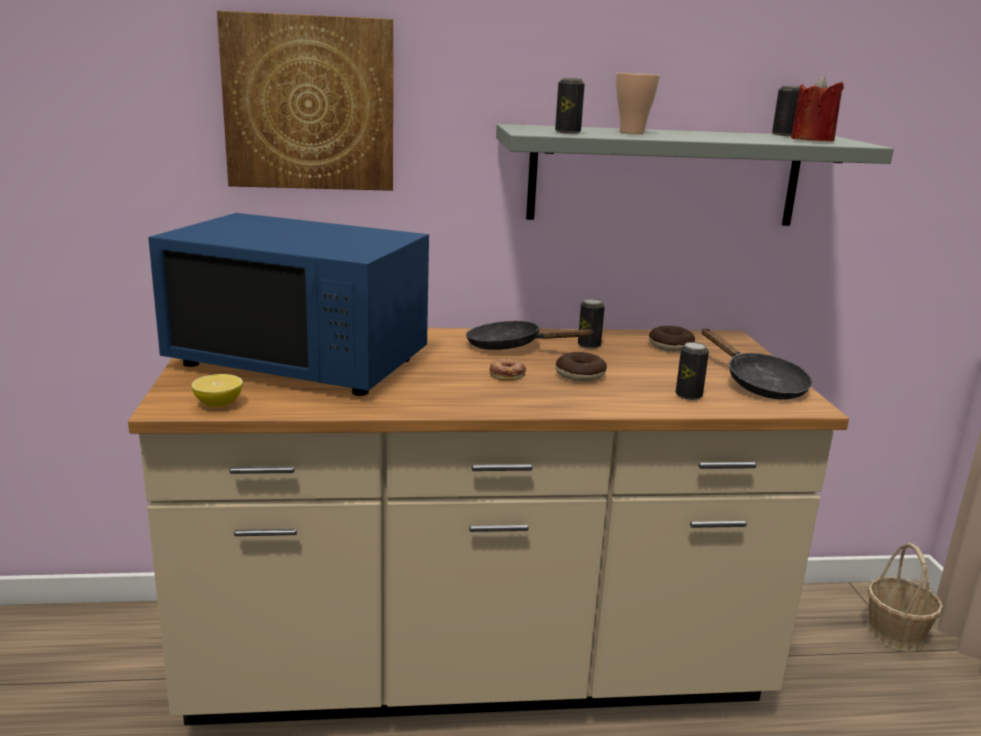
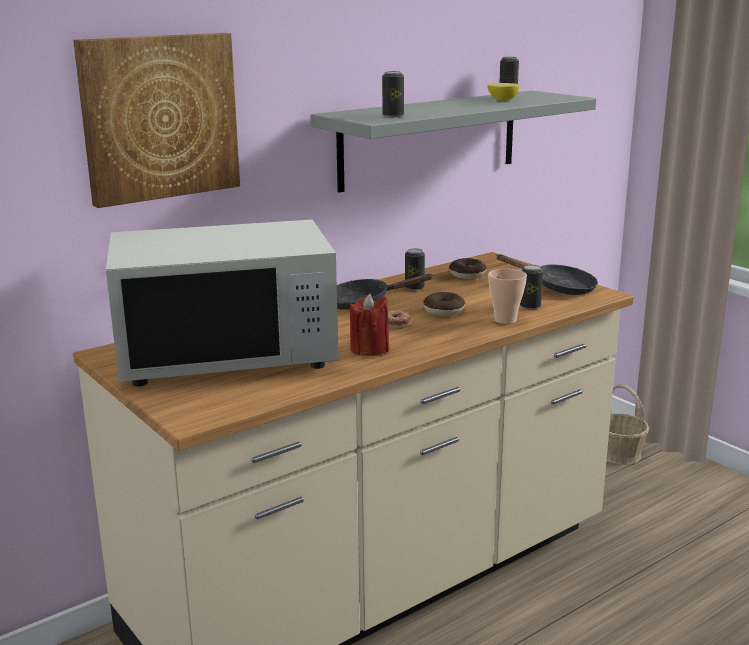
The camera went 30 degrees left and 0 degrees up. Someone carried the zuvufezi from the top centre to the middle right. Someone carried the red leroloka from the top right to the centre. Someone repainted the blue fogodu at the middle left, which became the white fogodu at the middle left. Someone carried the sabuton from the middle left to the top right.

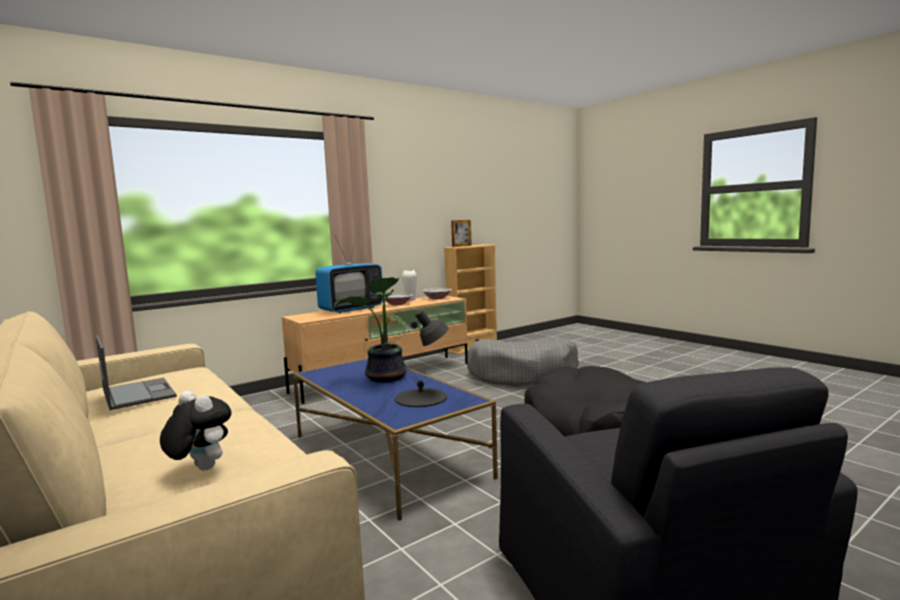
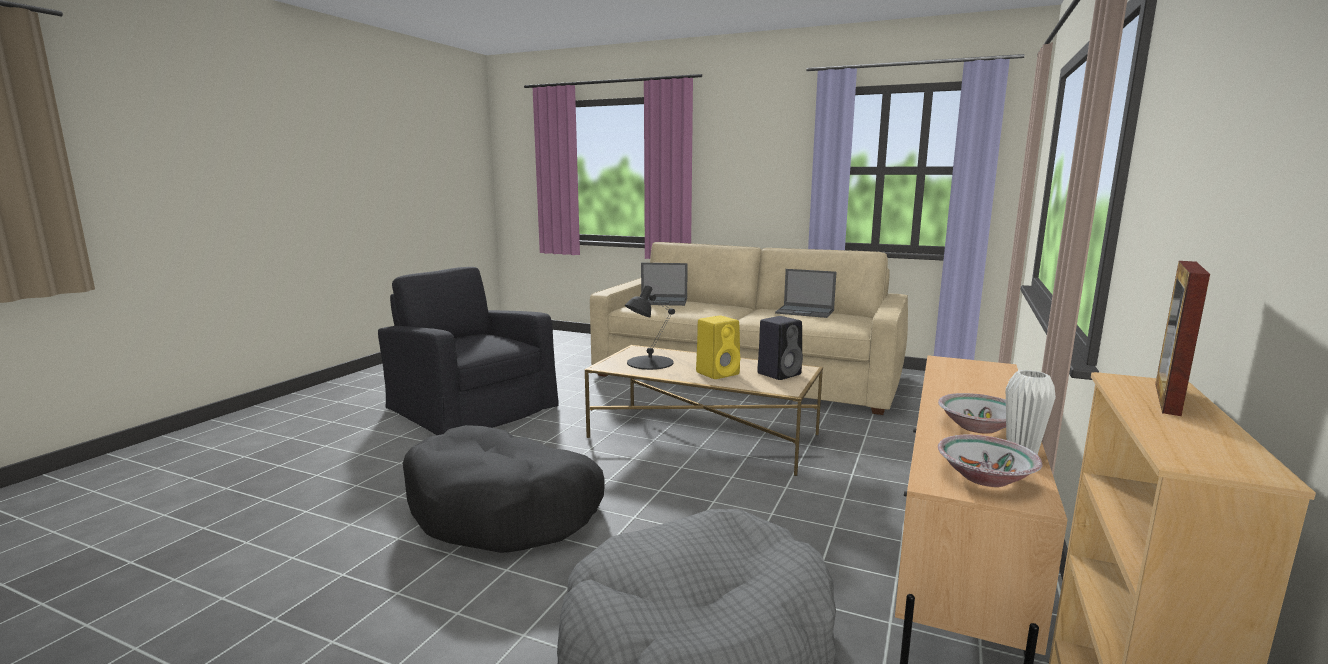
The camera went 150 degrees right and 5 degrees up. Someone took away the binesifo at the centre. Someone swapped the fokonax at the centre for the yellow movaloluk at the centre. Someone repainted the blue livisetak at the bottom centre, which became the beige livisetak at the centre. Someone swapped the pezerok at the bottom left for the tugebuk (no. 1 from left) at the centre. Someone put down the black movaloluk at the centre.

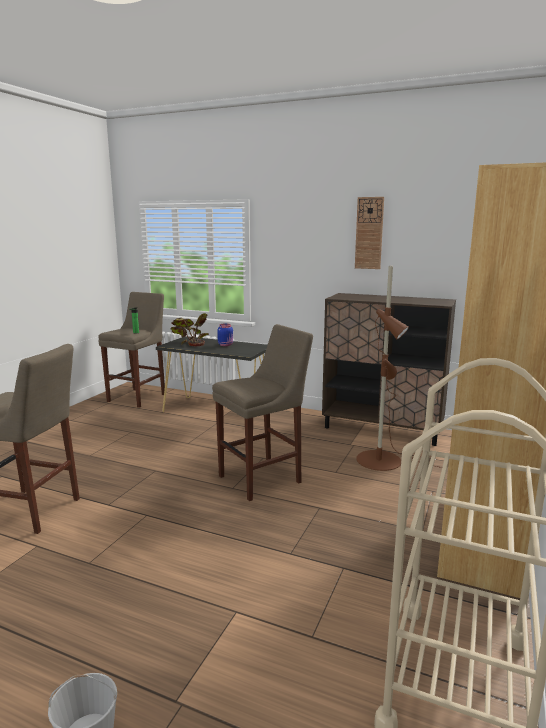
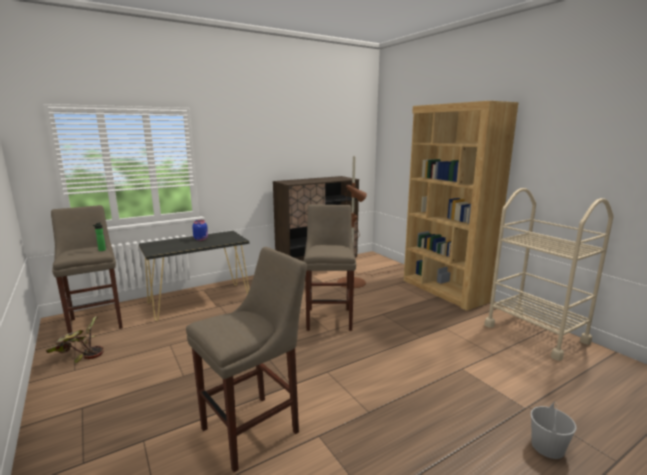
The camera went 55 degrees left and 0 degrees up. Someone took away the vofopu at the top right. Someone carried the fokonax from the centre to the bottom left.

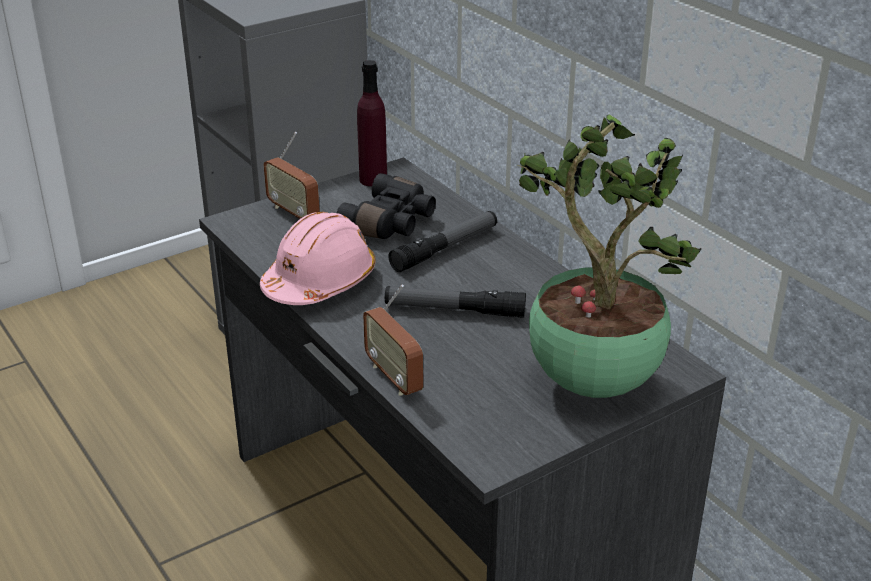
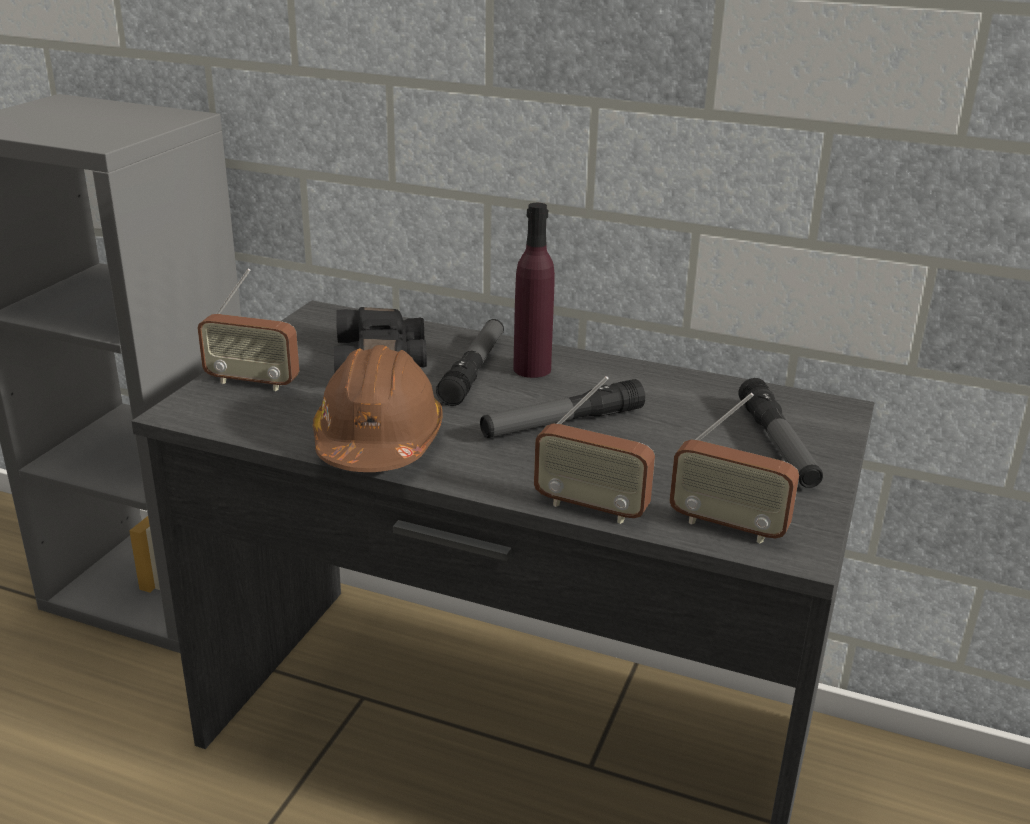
The camera went 35 degrees left and 5 degrees down. Someone carried the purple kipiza from the top centre to the centre. Someone swapped the fokonax at the middle right for the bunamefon (no. 3 from left) at the middle right. Someone repainted the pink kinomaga at the centre, which became the brown kinomaga at the centre. Someone put down the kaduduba (no. 3 from left) at the middle right.

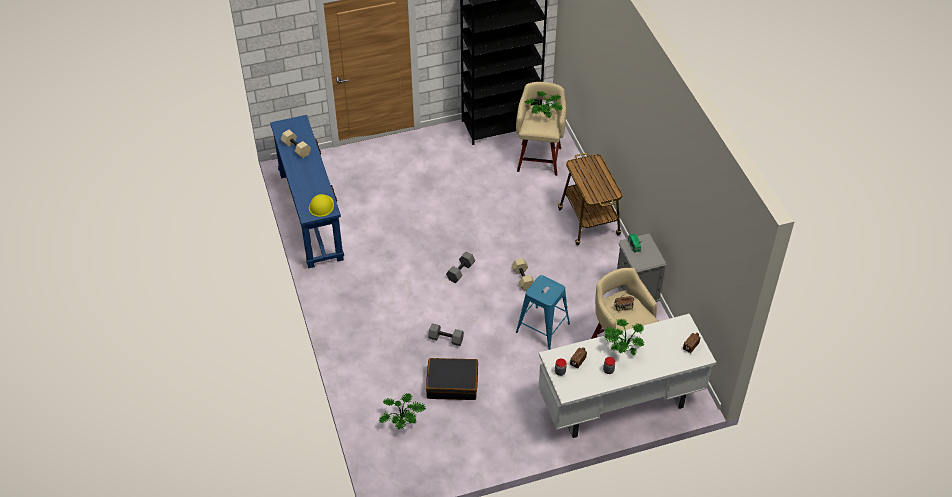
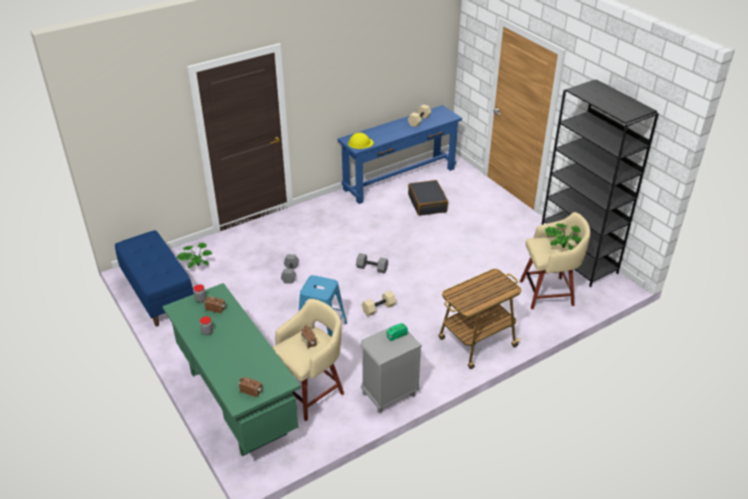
The camera went 75 degrees right and 10 degrees down. Someone repainted the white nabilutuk at the bottom centre, which became the green nabilutuk at the bottom left. Someone took away the fokonax (no. 3 from left) at the bottom centre. Someone carried the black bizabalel from the bottom centre to the centre. Someone put down the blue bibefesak at the middle left.

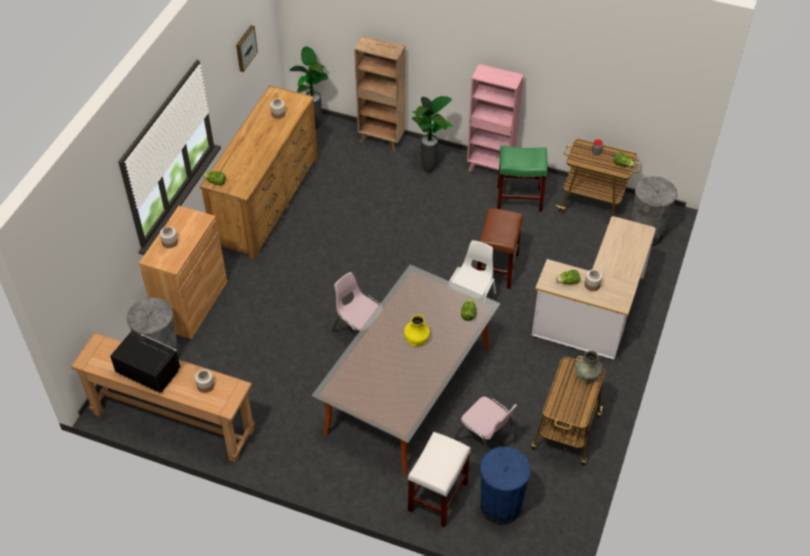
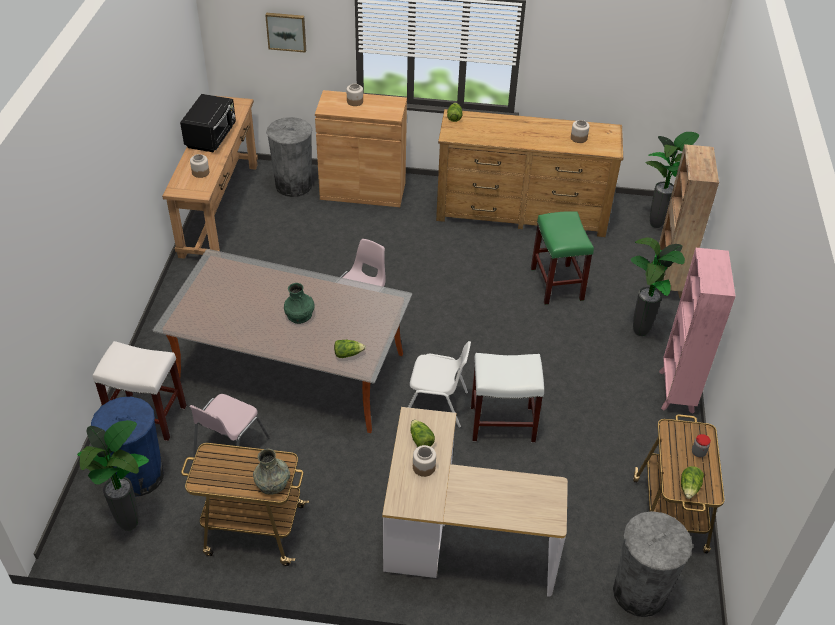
The camera went 75 degrees right and 5 degrees down. Someone carried the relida from the top left to the top centre. Someone carried the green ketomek from the top centre to the middle right. Someone repainted the brown ketomek at the centre, which became the white ketomek (no. 2 from left) at the centre. Someone repainted the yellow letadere at the centre, which became the green letadere at the centre. Someone put down the fokonax (no. 1 from left) at the bottom left.

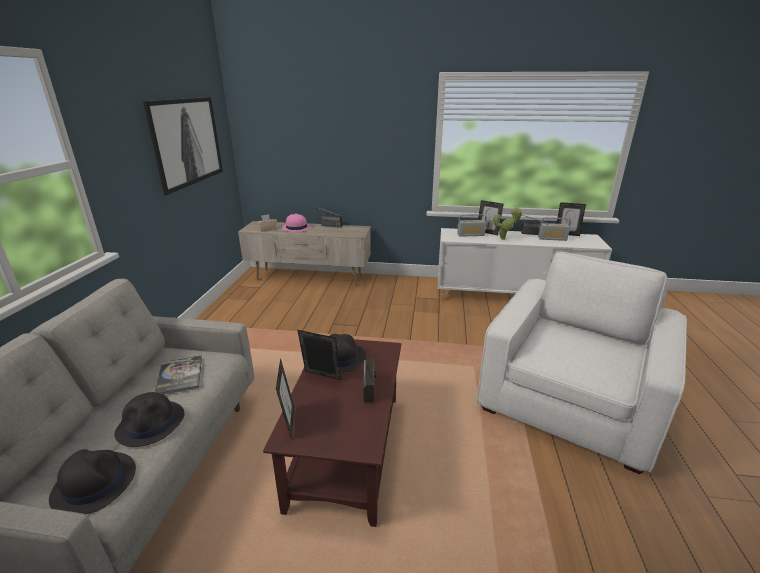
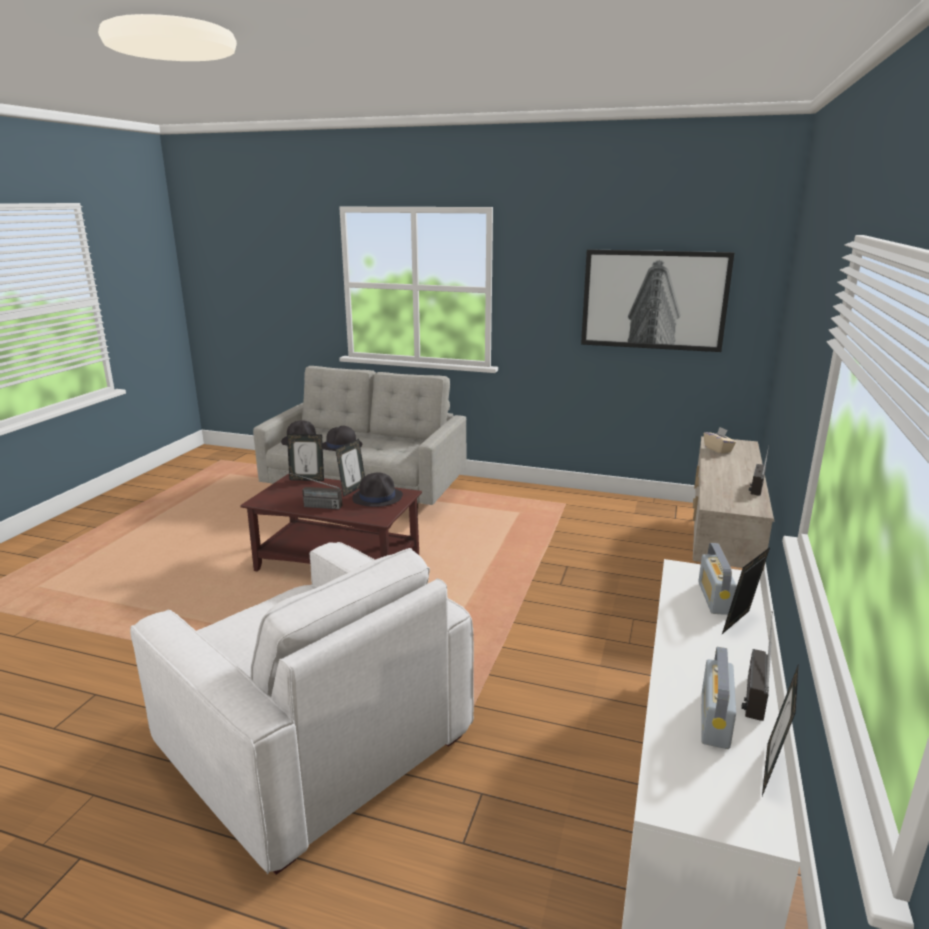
The camera went 100 degrees right and 5 degrees down. Someone took away the fokonax at the middle right. Someone took away the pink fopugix at the centre. Someone took away the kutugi at the middle left.

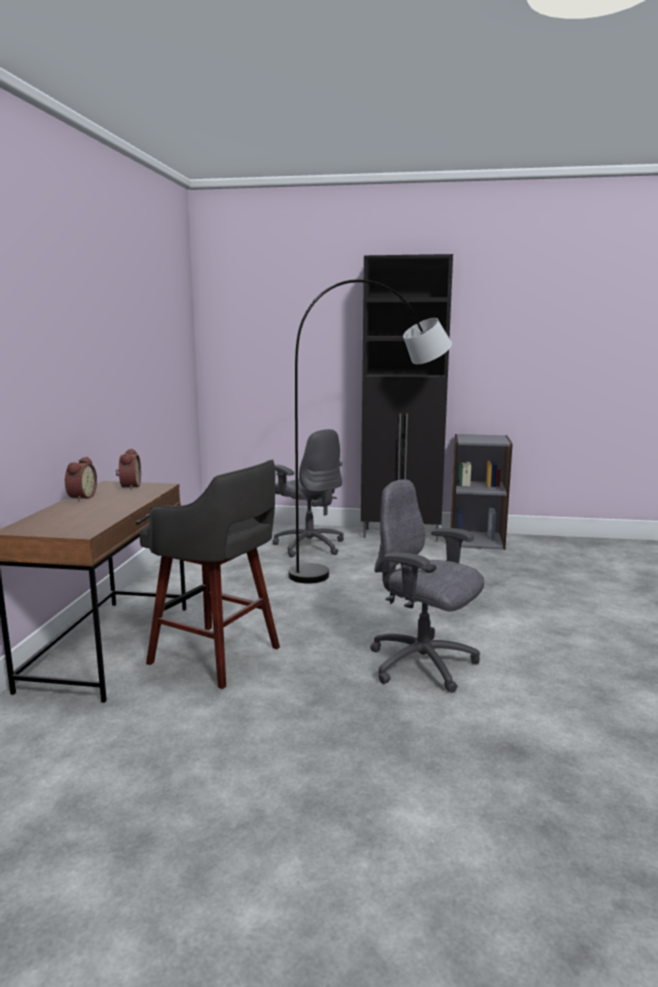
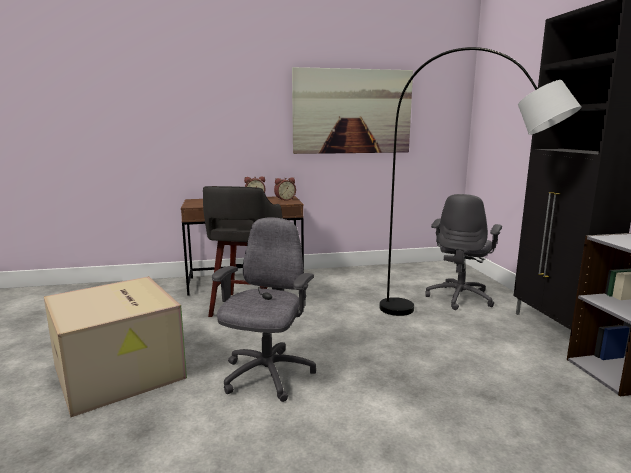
The camera went 70 degrees right and 0 degrees up. Someone put up the relida at the top centre. Someone put down the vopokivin at the bottom left.

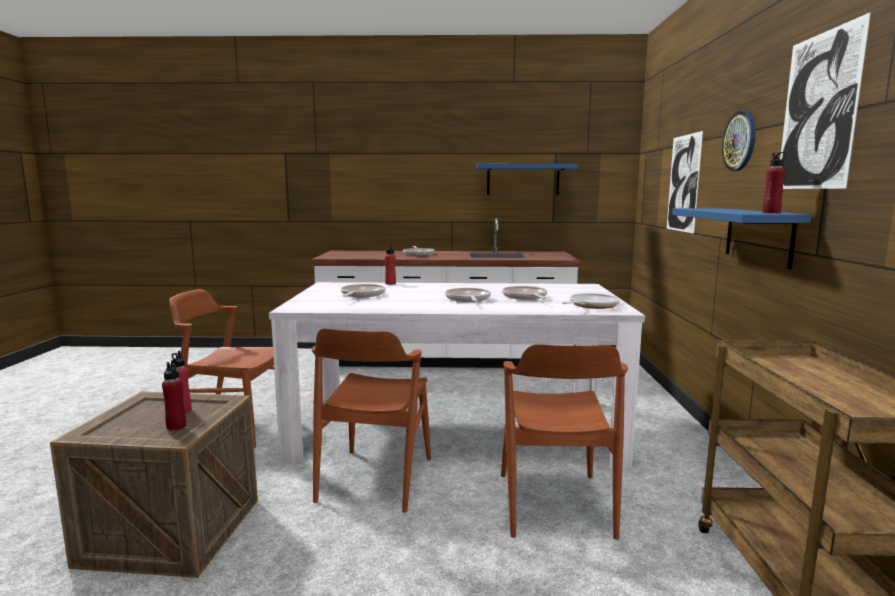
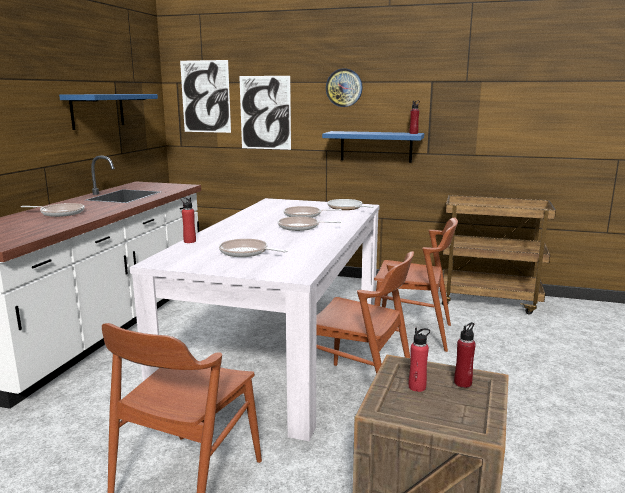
The camera went 75 degrees left and 5 degrees up. Someone carried the relida (no. 2 from left in the first image) from the top right to the top left.

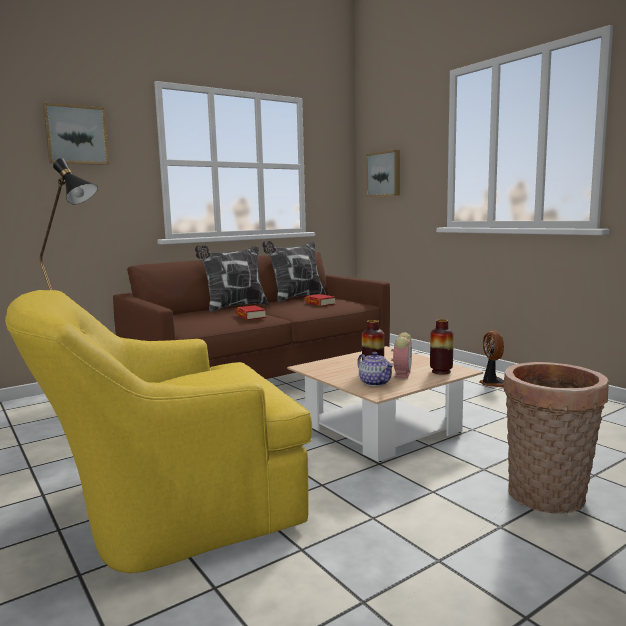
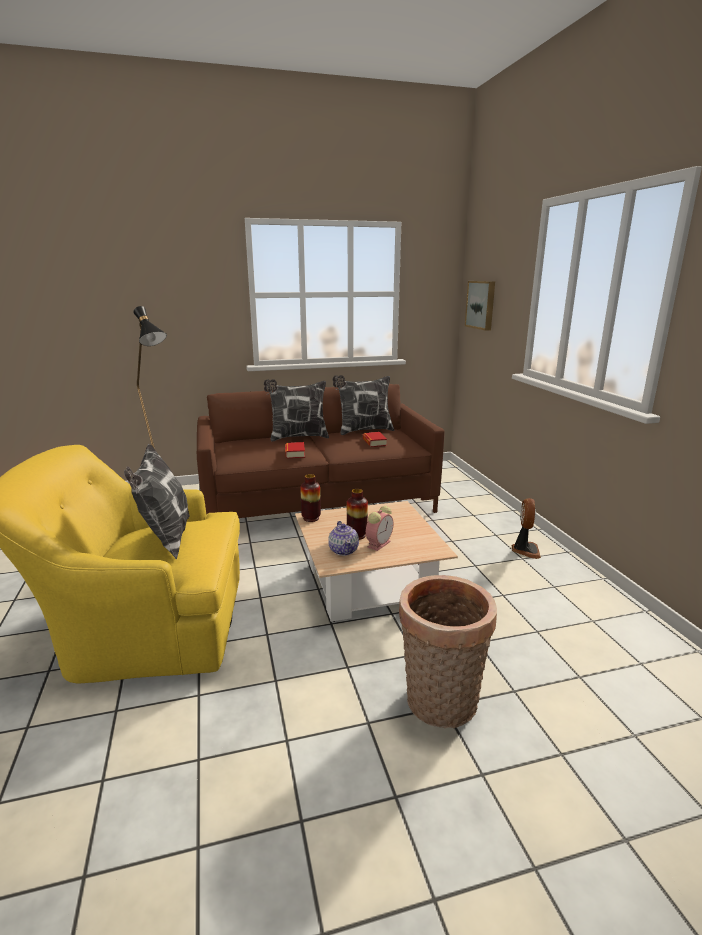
The camera went 20 degrees right and 10 degrees up. Someone took away the relida (no. 1 from left) at the top left. Someone carried the letadere (no. 2 from left in the first image) from the middle right to the centre. Someone put down the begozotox (no. 1 from left) at the middle left.

